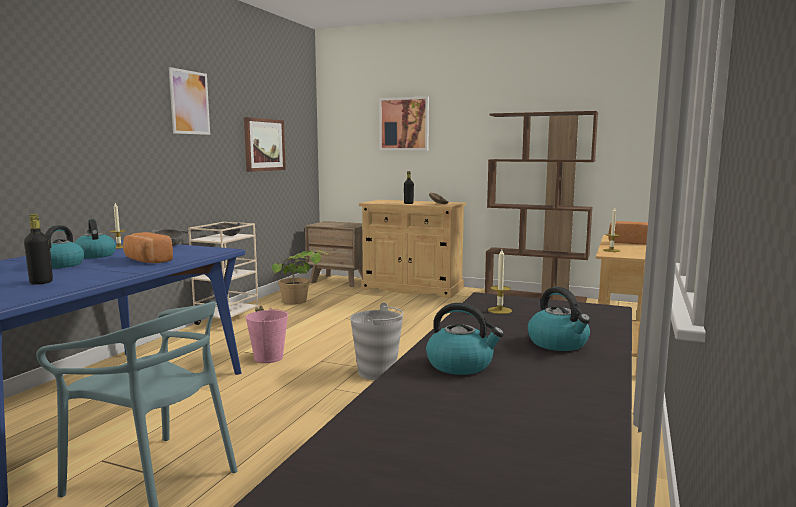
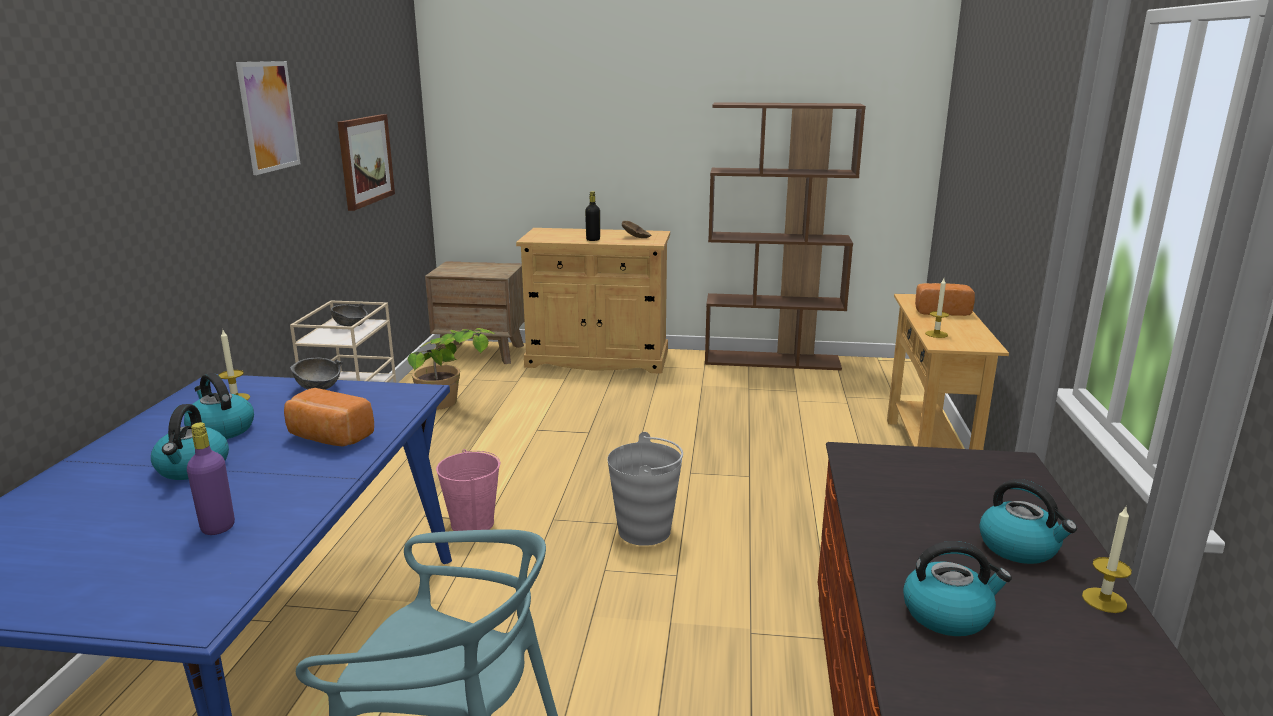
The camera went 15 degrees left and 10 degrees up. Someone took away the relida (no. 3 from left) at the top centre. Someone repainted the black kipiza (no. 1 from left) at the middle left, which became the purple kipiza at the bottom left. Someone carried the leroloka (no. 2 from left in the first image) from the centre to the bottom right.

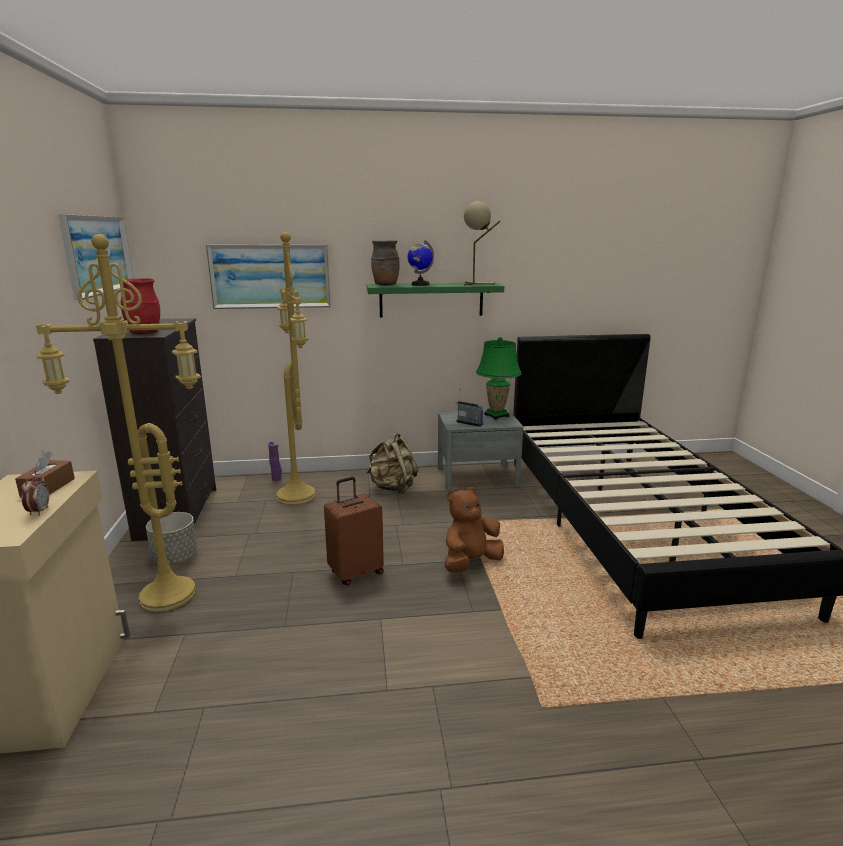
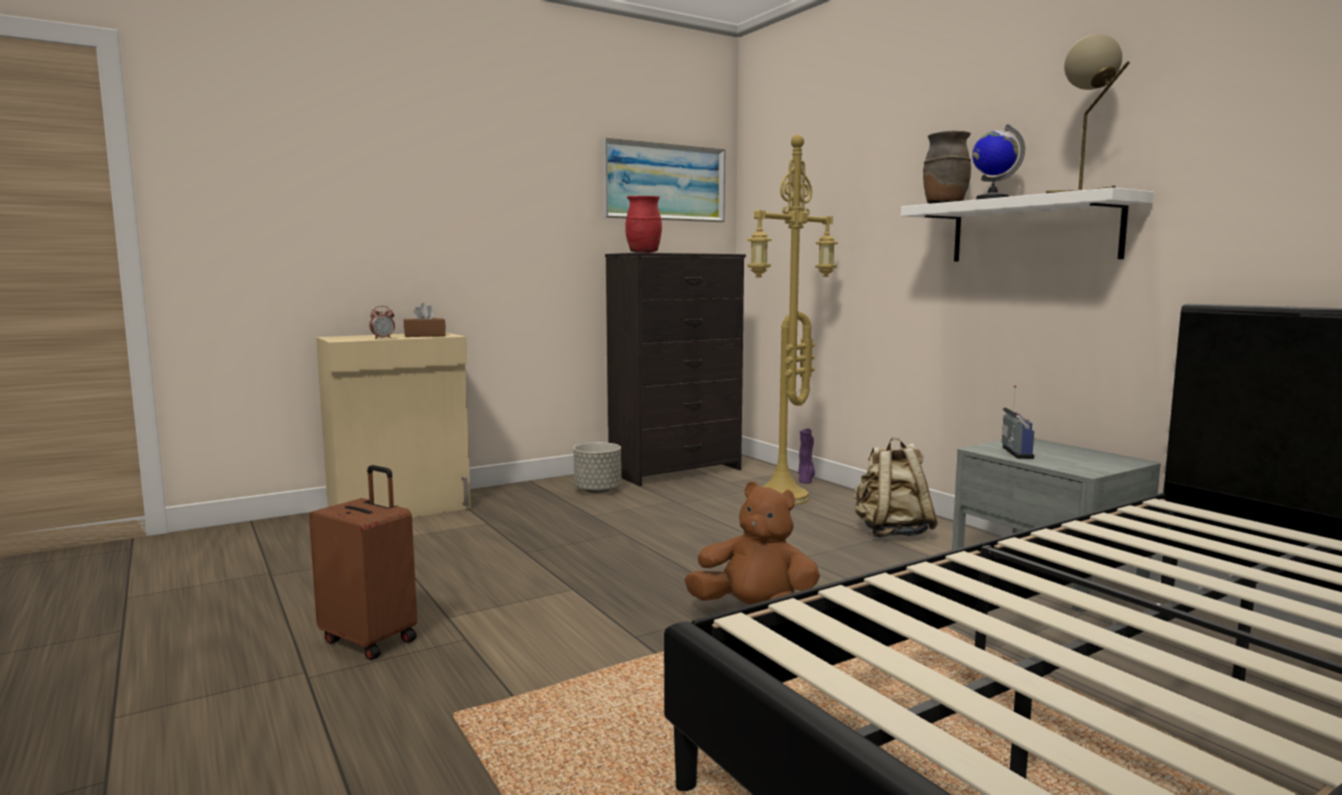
The camera went 65 degrees right and 10 degrees down. Someone took away the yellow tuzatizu (no. 1 from left) at the middle left. Someone took away the relida (no. 2 from left) at the top left. Someone repainted the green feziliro at the centre, which became the white feziliro at the top right. Someone took away the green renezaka at the centre. Someone carried the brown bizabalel from the centre to the bottom left.

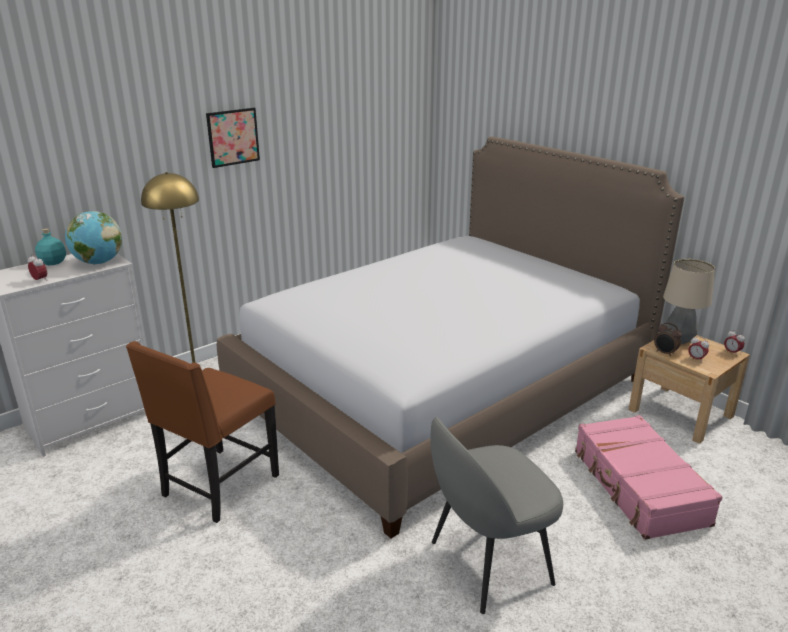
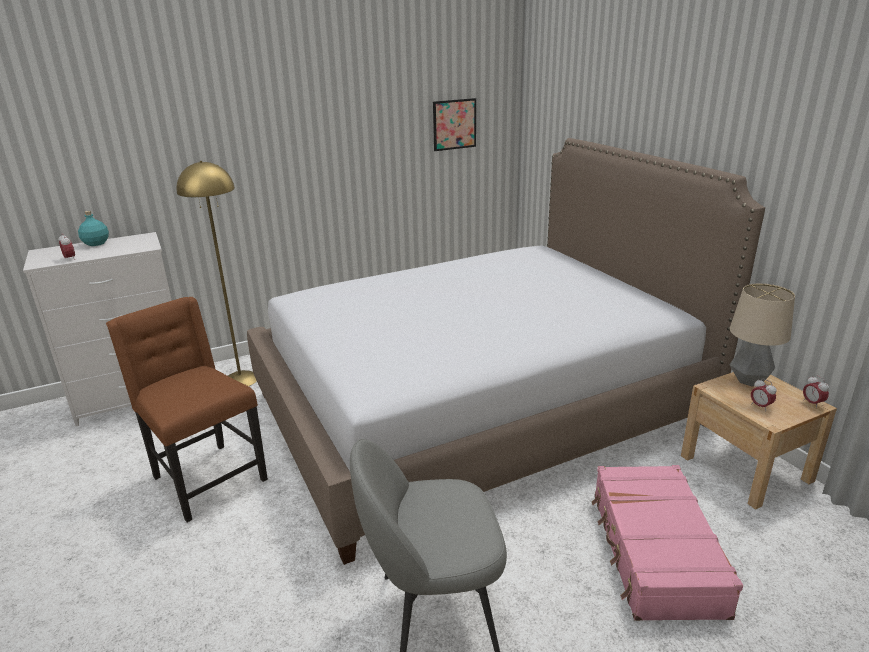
The camera went 15 degrees right and 0 degrees up. Someone carried the relida from the top left to the top centre. Someone took away the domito at the middle left. Someone took away the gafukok (no. 2 from left) at the middle right. Someone rotated the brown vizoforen at the bottom left by 90 degrees clockwise.

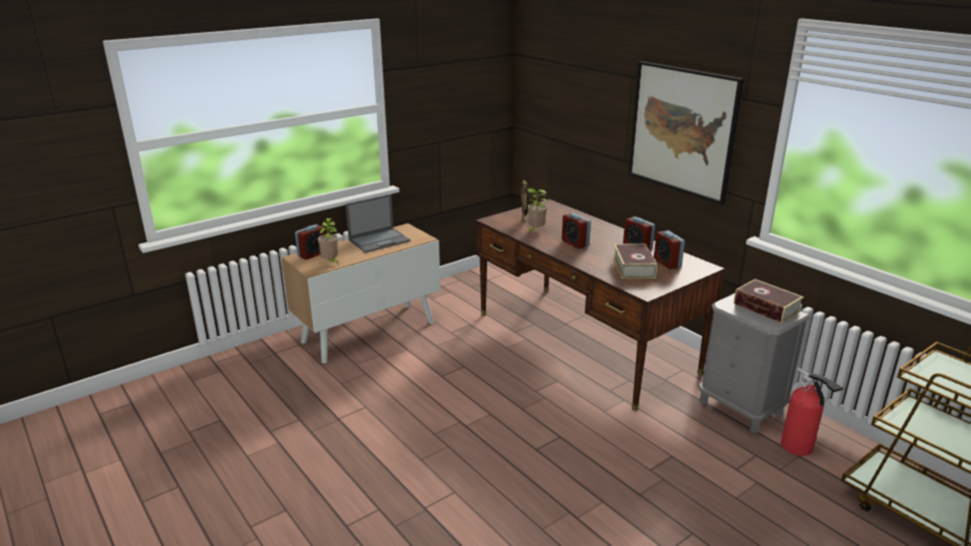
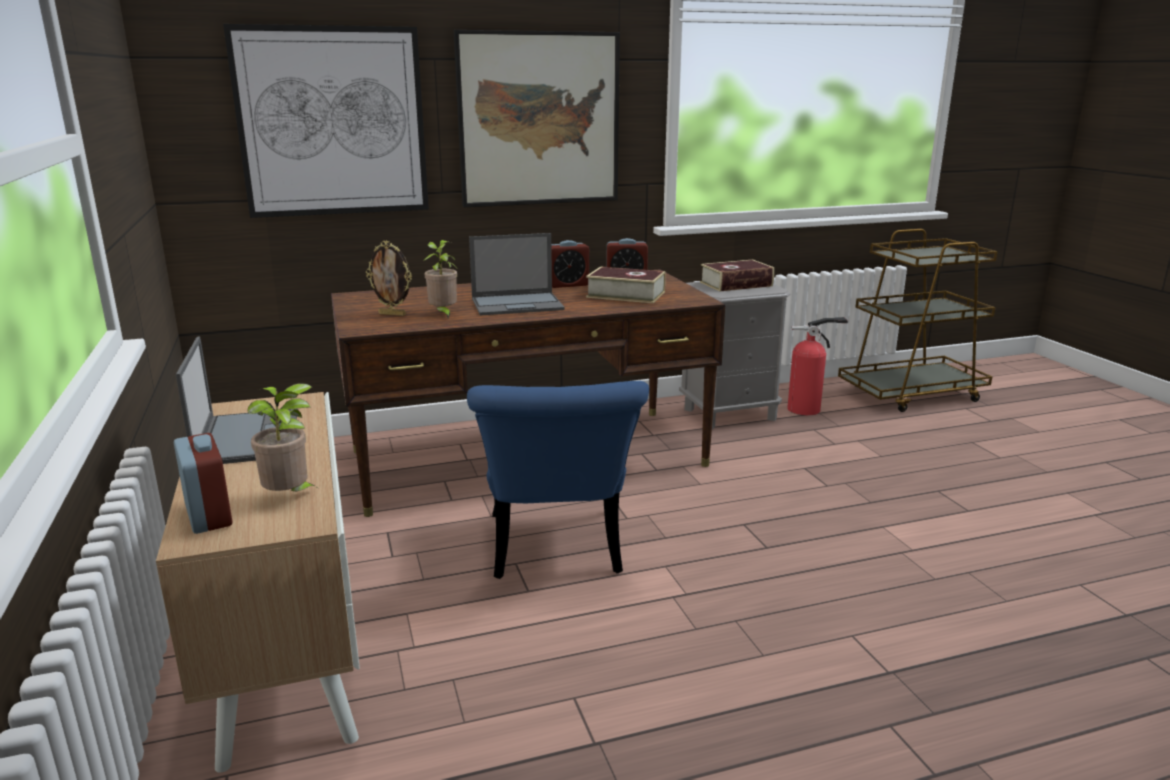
The camera went 70 degrees left and 5 degrees down. Someone swapped the gafukok (no. 2 from left) at the centre for the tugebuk (no. 2 from left) at the centre. Someone put up the relida (no. 1 from left) at the top left. Someone put down the blue vizoforen at the centre.

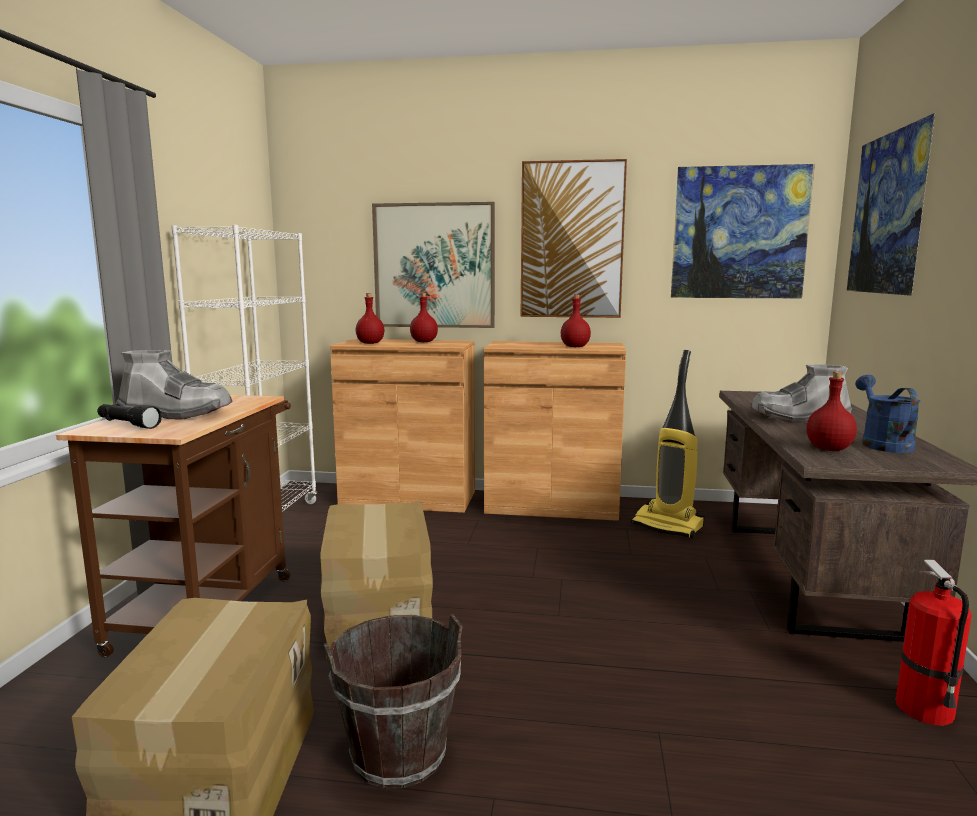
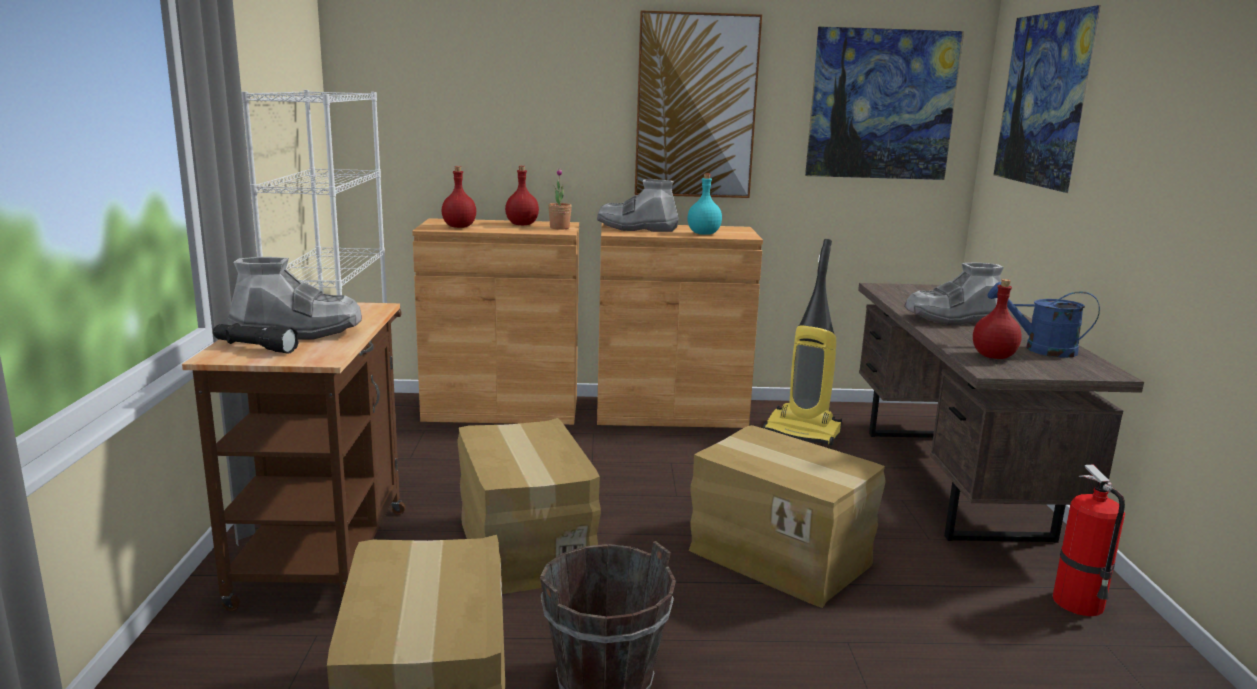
The camera went 10 degrees left and 5 degrees up. Someone took away the relida (no. 1 from left) at the top centre. Someone repainted the red kipiza (no. 3 from left) at the centre, which became the turquoise kipiza at the top centre. Someone rotated the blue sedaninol at the middle right by 60 degrees counterclockwise. Someone put down the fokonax at the top centre. Someone put down the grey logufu (no. 2 from left) at the top centre. Someone put down the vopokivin (no. 3 from left) at the bottom centre.

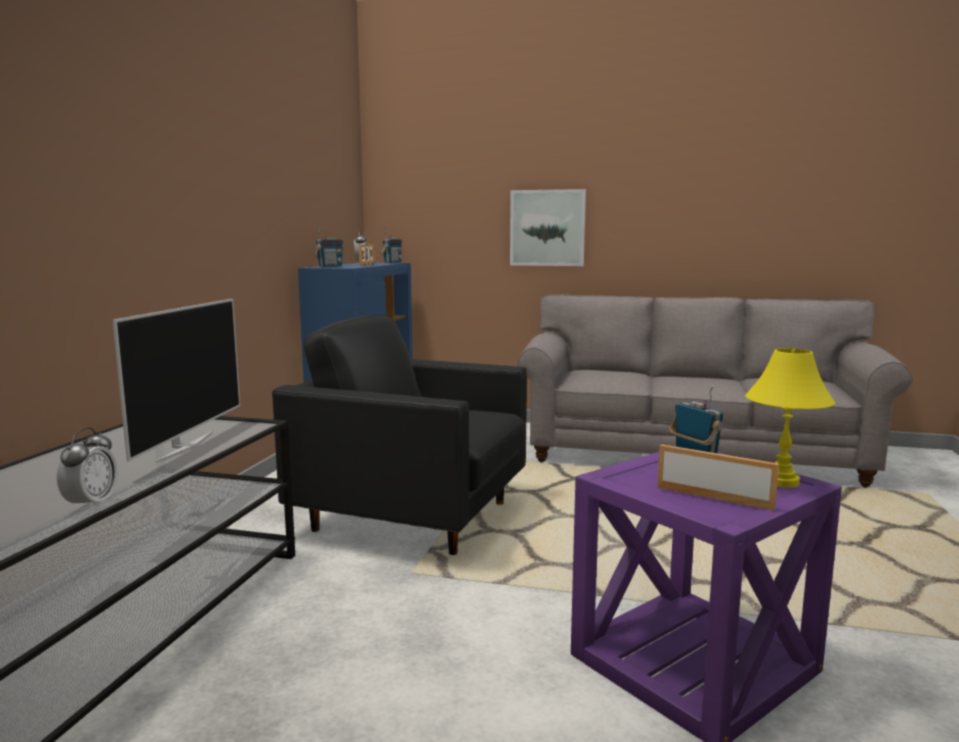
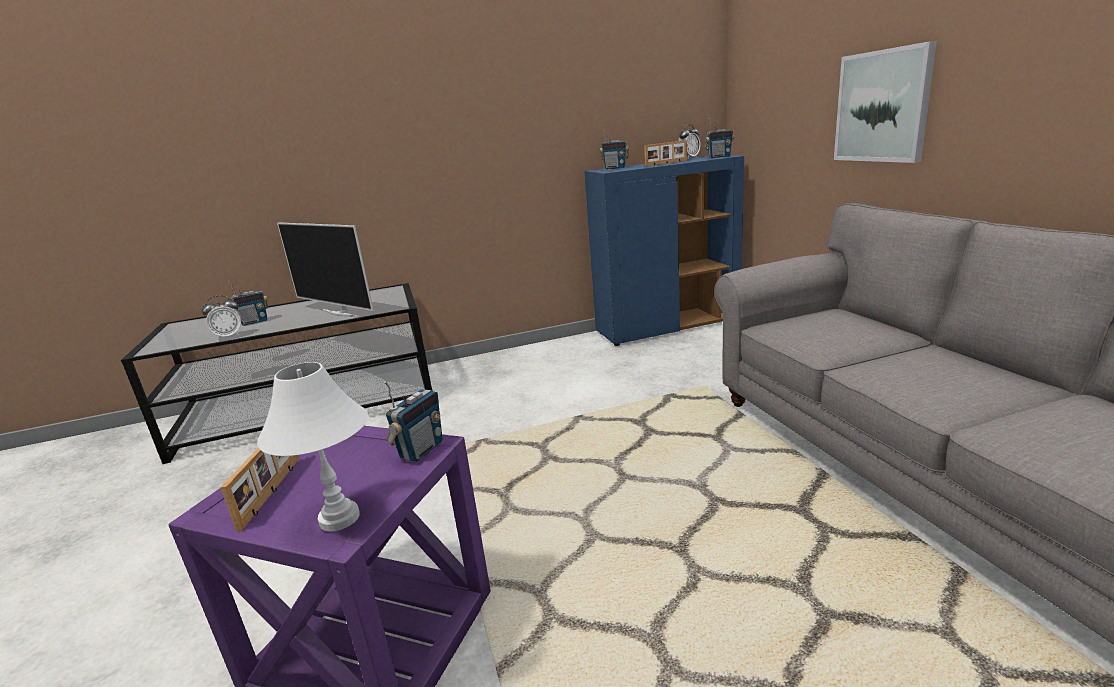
The camera went 60 degrees right and 10 degrees up. Someone rotated the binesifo at the middle left by 60 degrees clockwise. Someone took away the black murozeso at the centre. Someone repainted the yellow renezaka at the middle right, which became the white renezaka at the middle left. Someone put down the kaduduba (no. 1 from left) at the middle left.

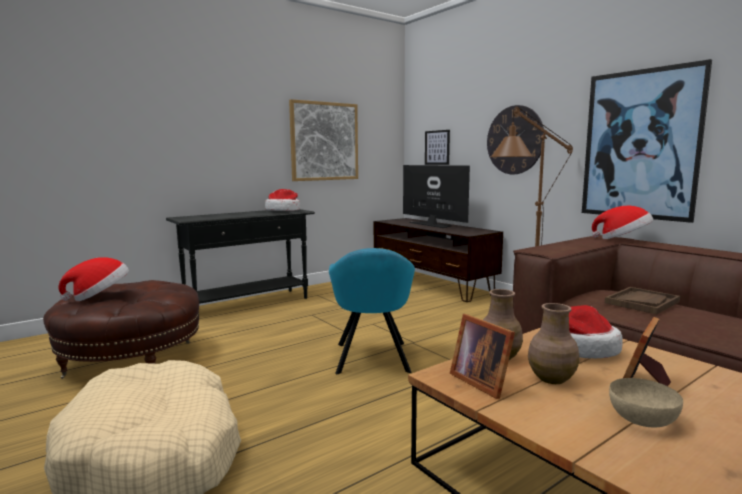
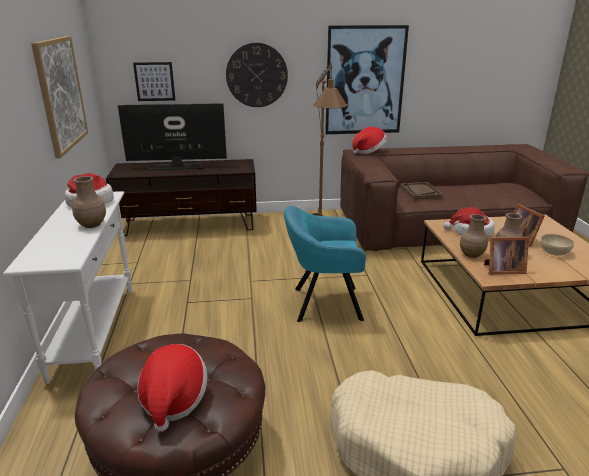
The camera went 60 degrees left and 15 degrees up. Someone repainted the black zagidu at the middle left, which became the white zagidu at the middle left. Someone rotated the turquoise murozeso at the centre by 150 degrees clockwise. Someone put down the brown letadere (no. 1 from left) at the middle left.

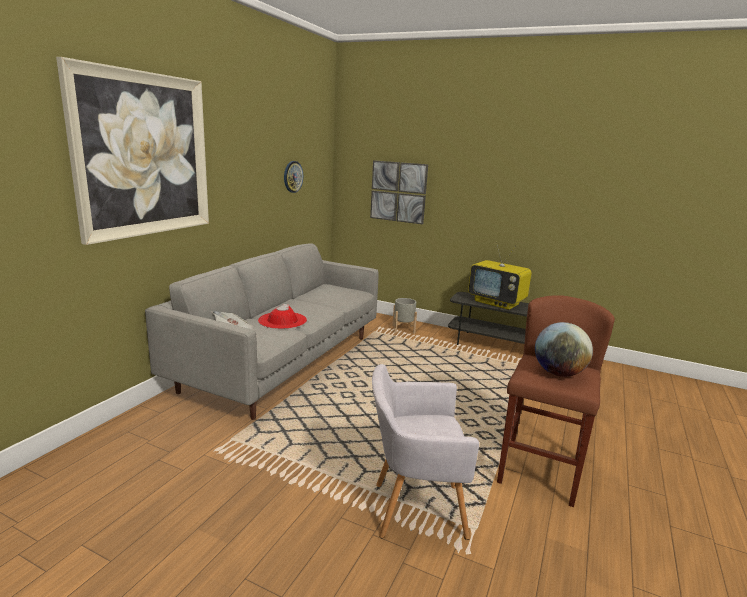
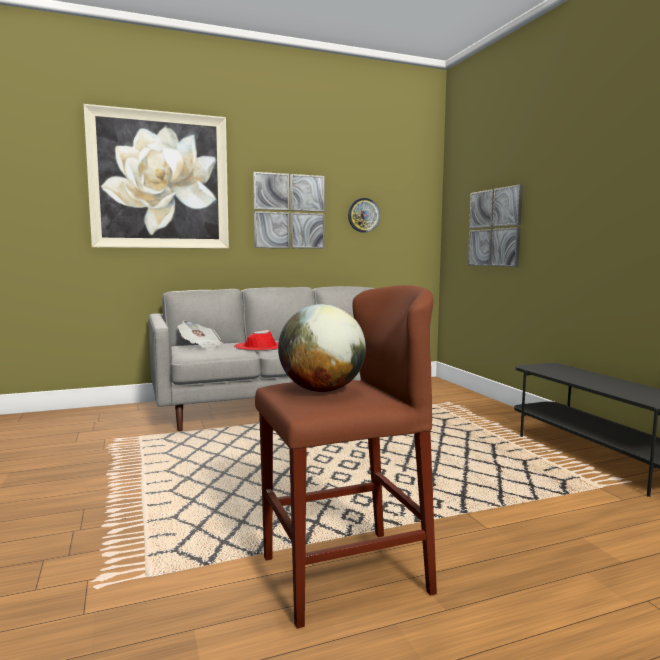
The camera went 45 degrees right and 10 degrees down. Someone took away the binesifo at the middle right. Someone took away the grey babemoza at the centre. Someone took away the grey murozeso at the bottom centre. Someone put up the relida (no. 2 from left) at the top centre.

